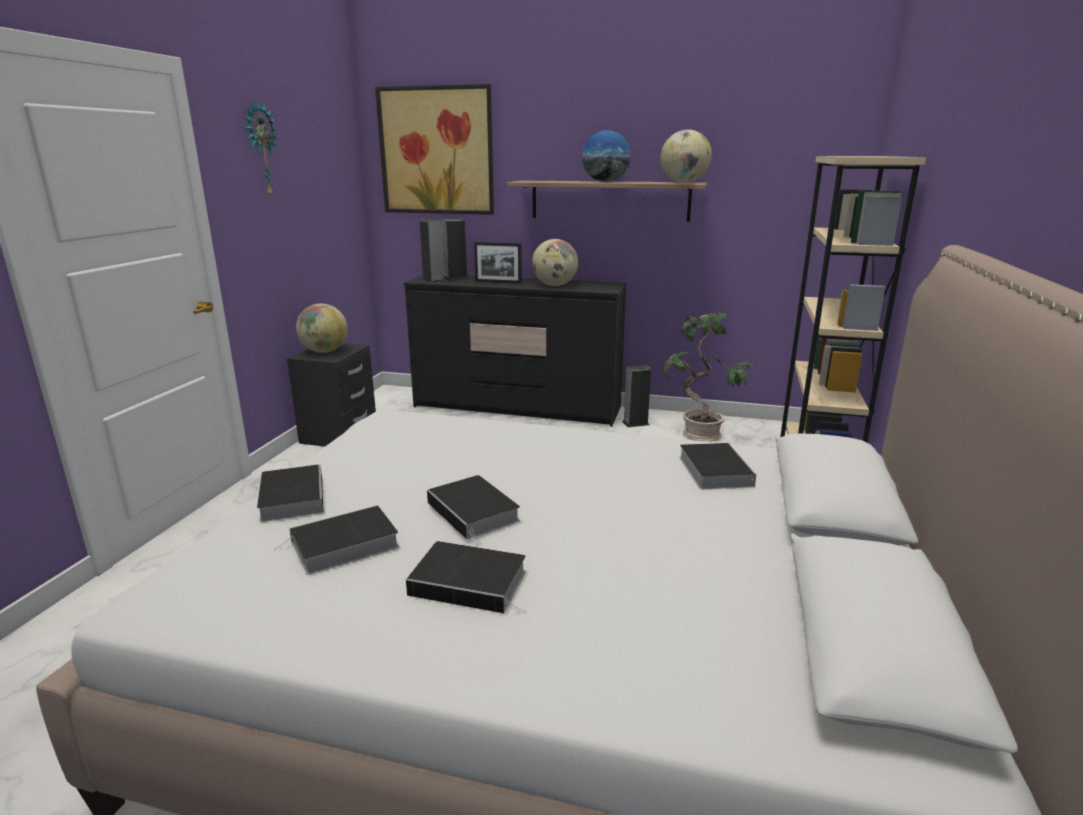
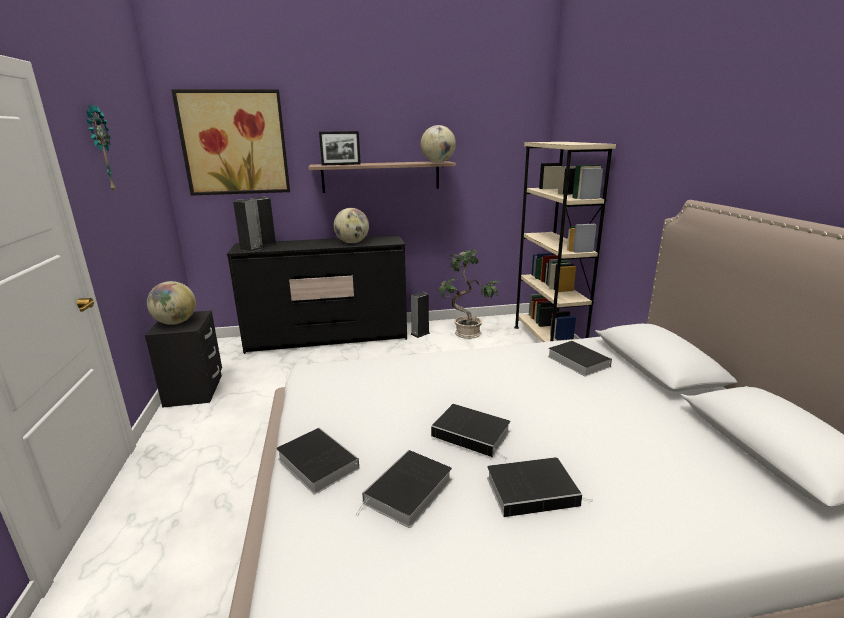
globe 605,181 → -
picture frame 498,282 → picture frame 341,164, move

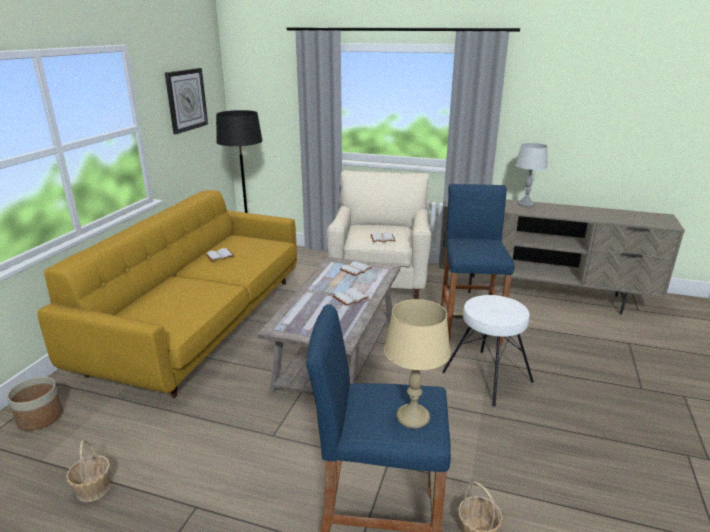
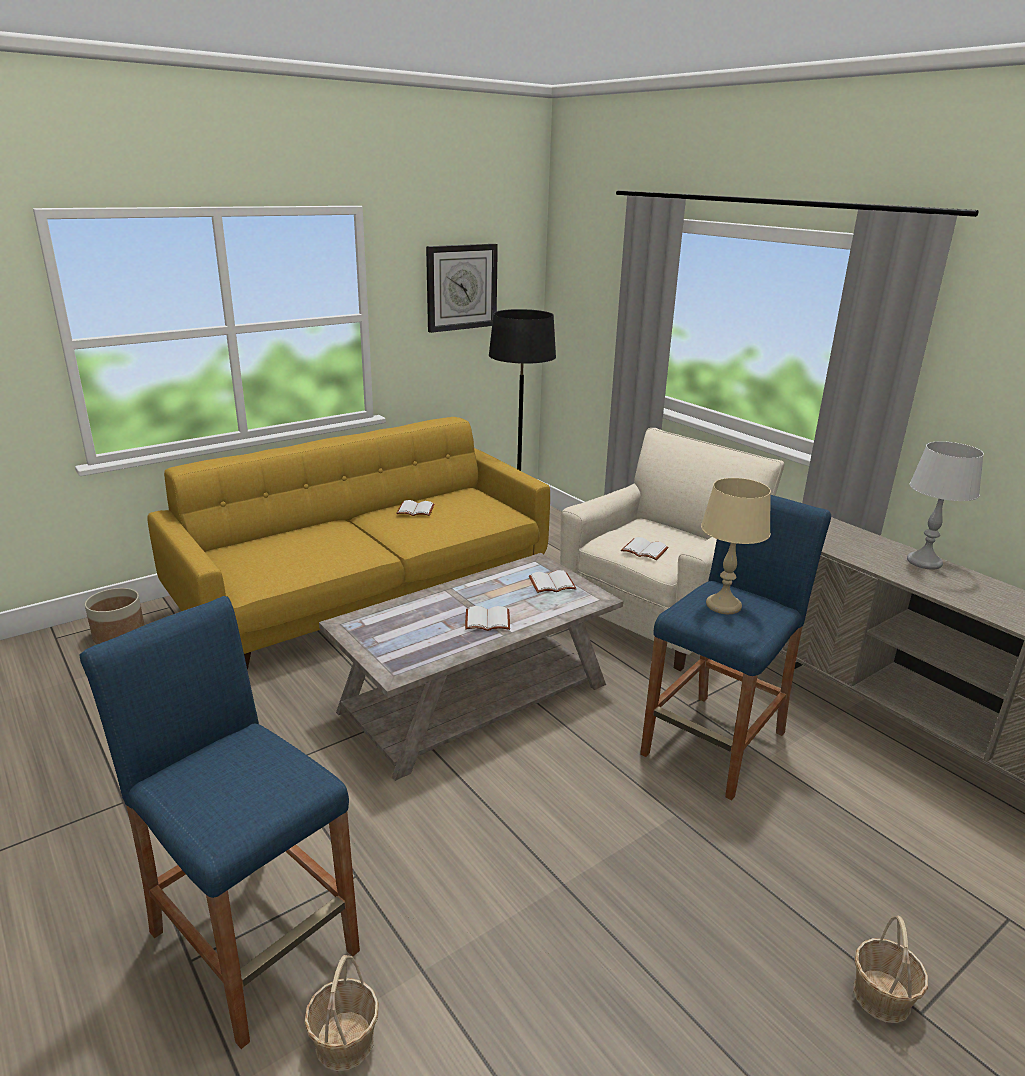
white stool 487,376 → -
beige table lamp 413,417 → beige table lamp 723,606, move
basket 93,489 → basket 881,997, move

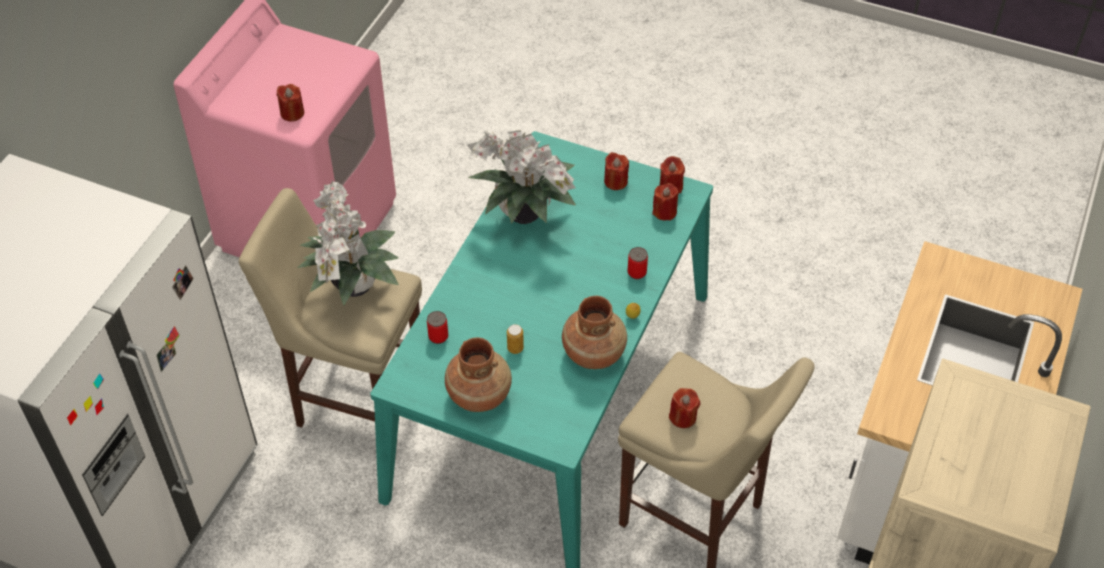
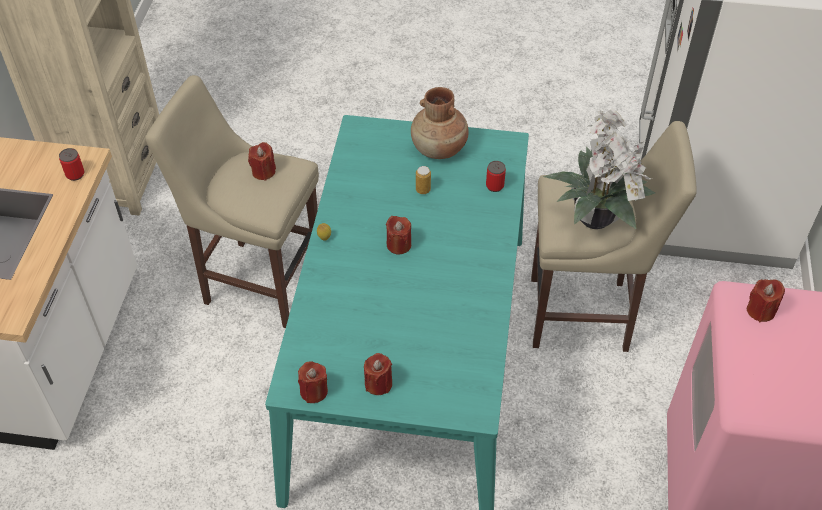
potted plant 526,217 → -
red candle 664,212 → red candle 398,245, move
can 637,272 → can 75,174, move
brown vase 593,353 → -

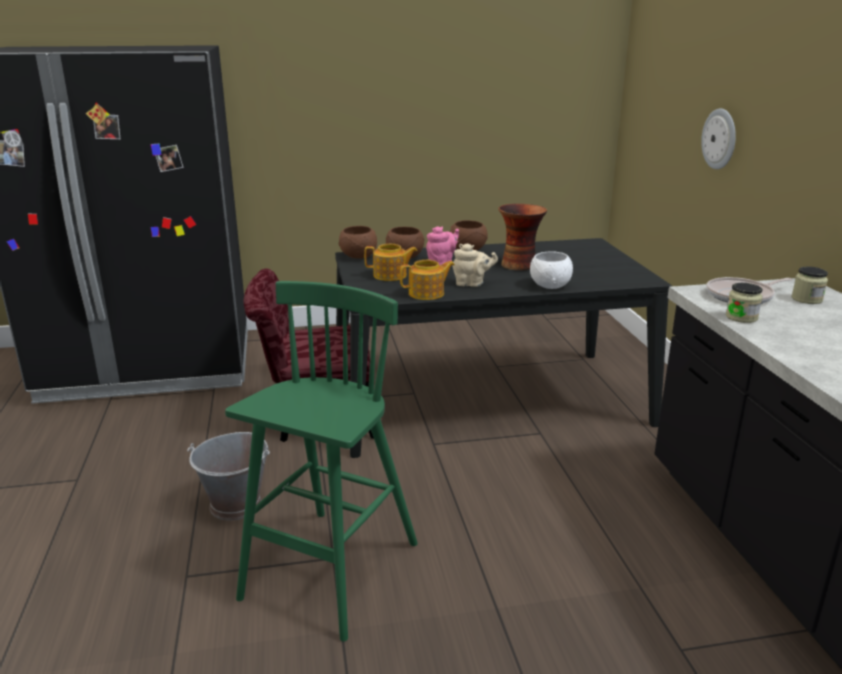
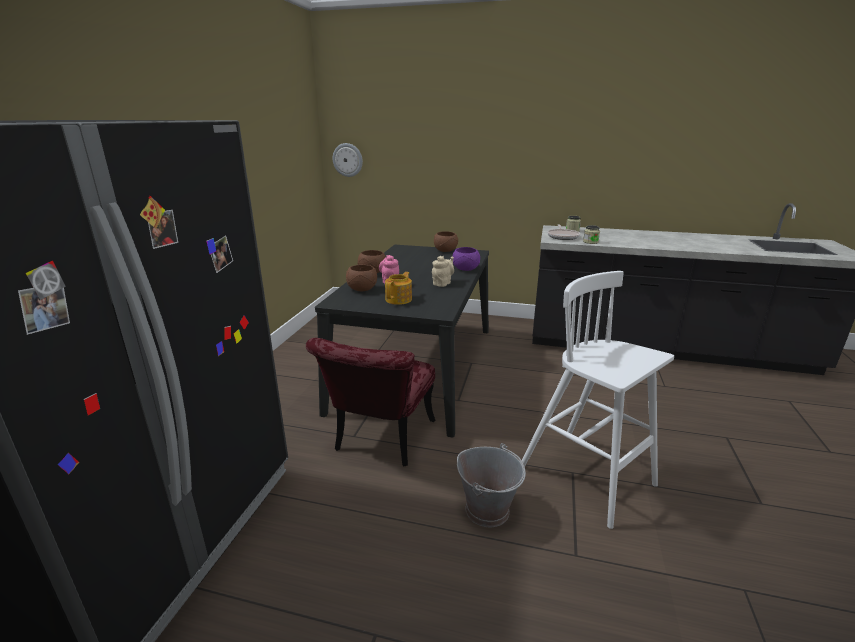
wall clock 720,139 → wall clock 348,160, move
vase 519,265 → -
brown bowl 358,256 → brown bowl 445,251, move
white bowl 550,285 → purple bowl 465,269
teapot 427,294 → -
green stool 329,573 → white stool 588,477

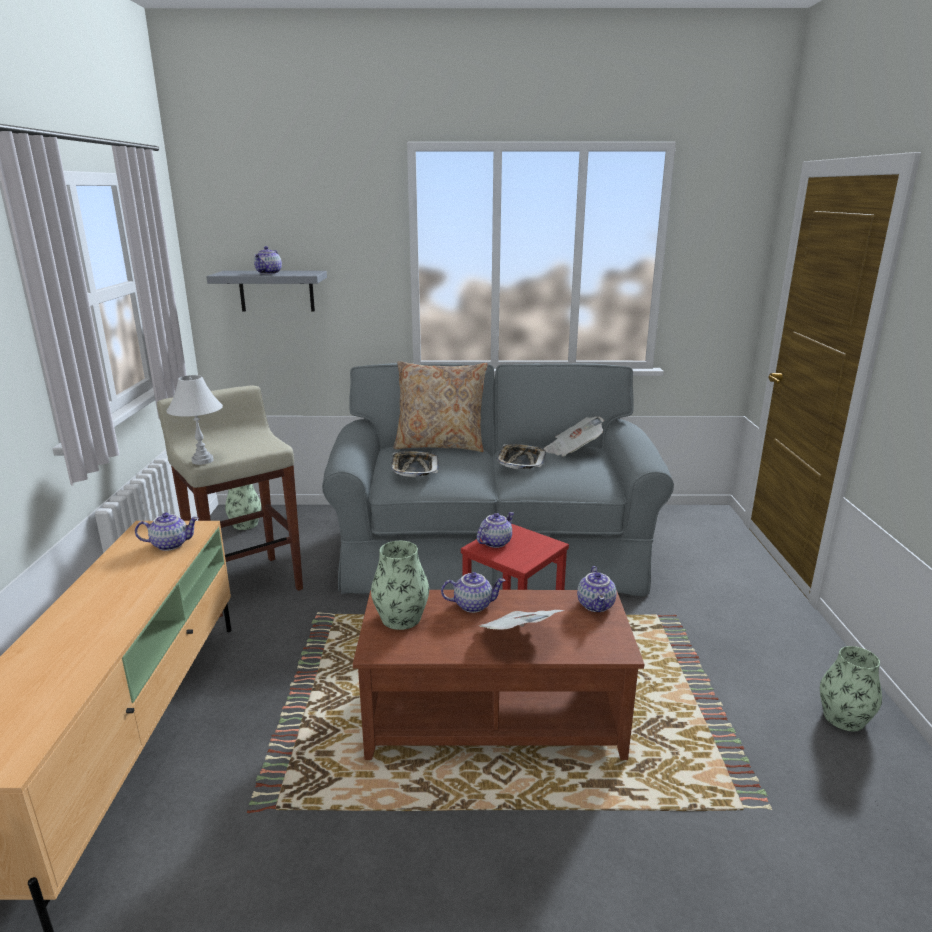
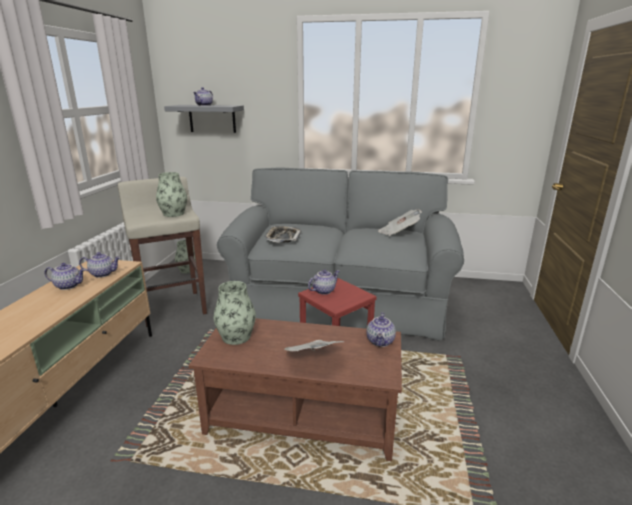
beige pillow 440,445 → -
white table lamp 202,460 → -
tray 520,461 → -
teapot 473,605 → teapot 69,286, move
vase 844,718 → vase 173,214, move

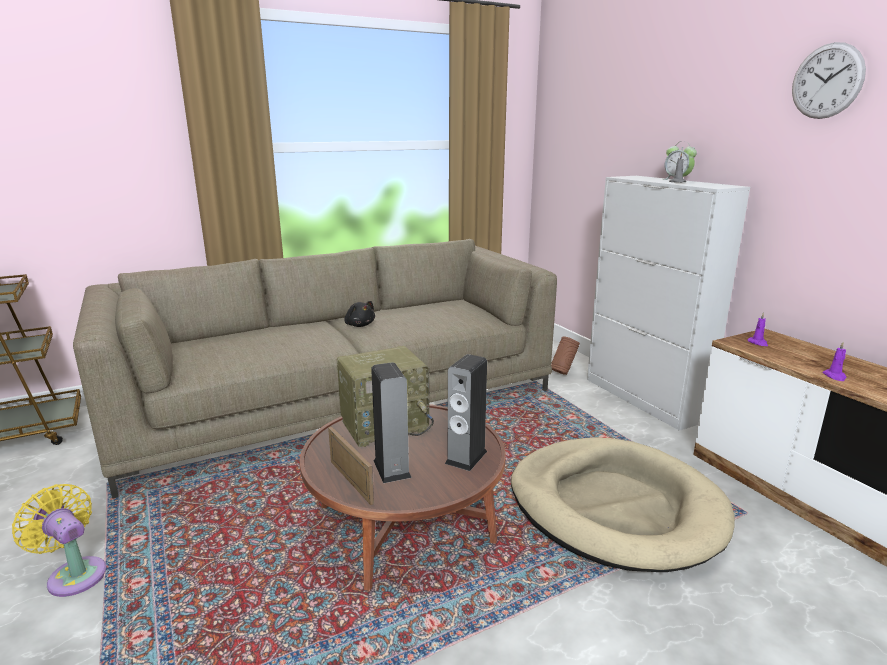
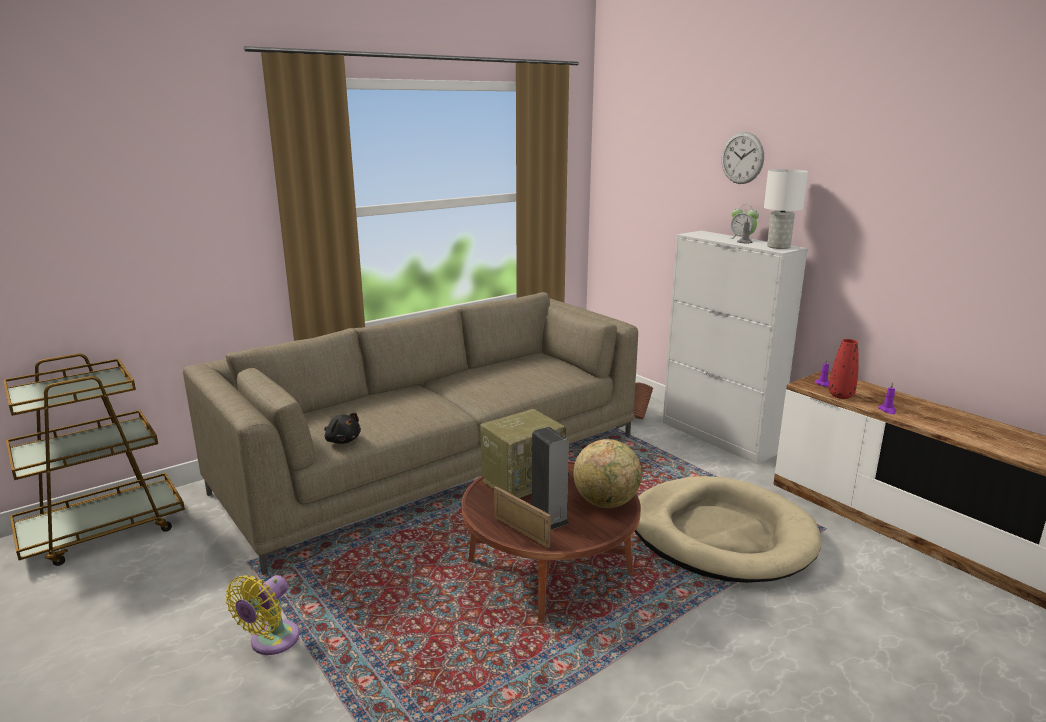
wall clock 827,81 → wall clock 742,158, move
black plush toy 359,325 → black plush toy 342,440, move
speaker 466,457 → globe 606,502
yellow fan 74,574 → yellow fan 271,642, 90 degrees counterclockwise
- → white table lamp 778,246
- → red vase 841,395

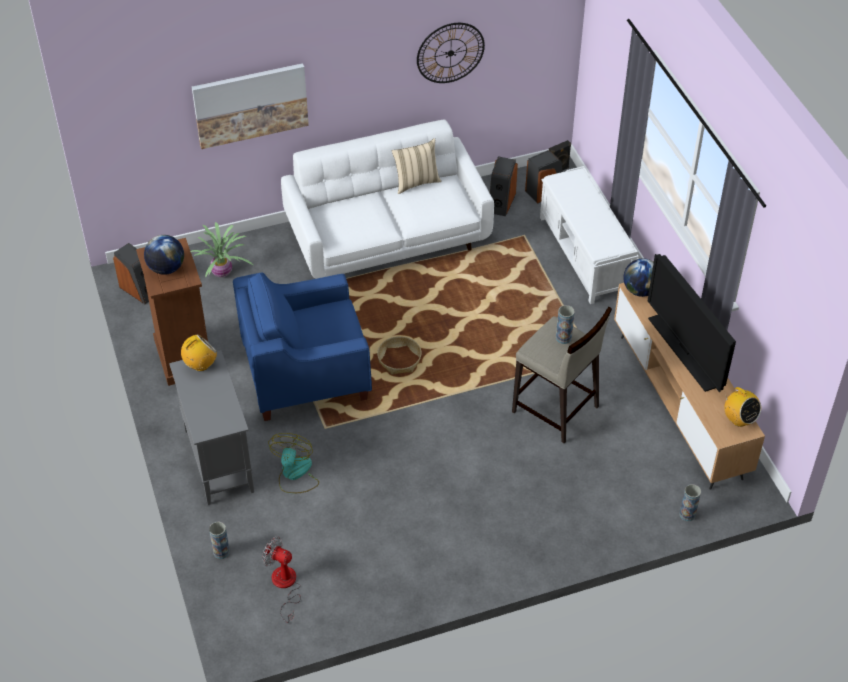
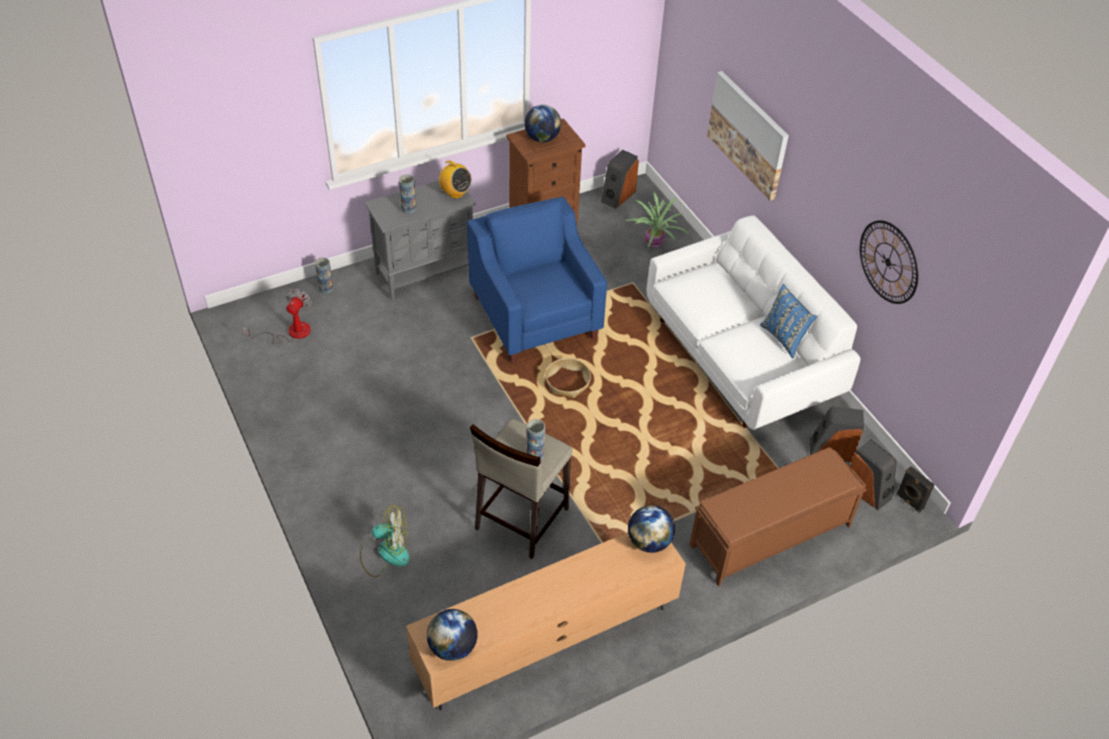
beige pillow 416,182 → blue pillow 784,338
white bench 585,255 → brown bench 769,536
television 684,352 → -
radio 739,419 → globe 453,647
fan 295,474 → fan 385,553, move
vase 687,514 → vase 409,208, move

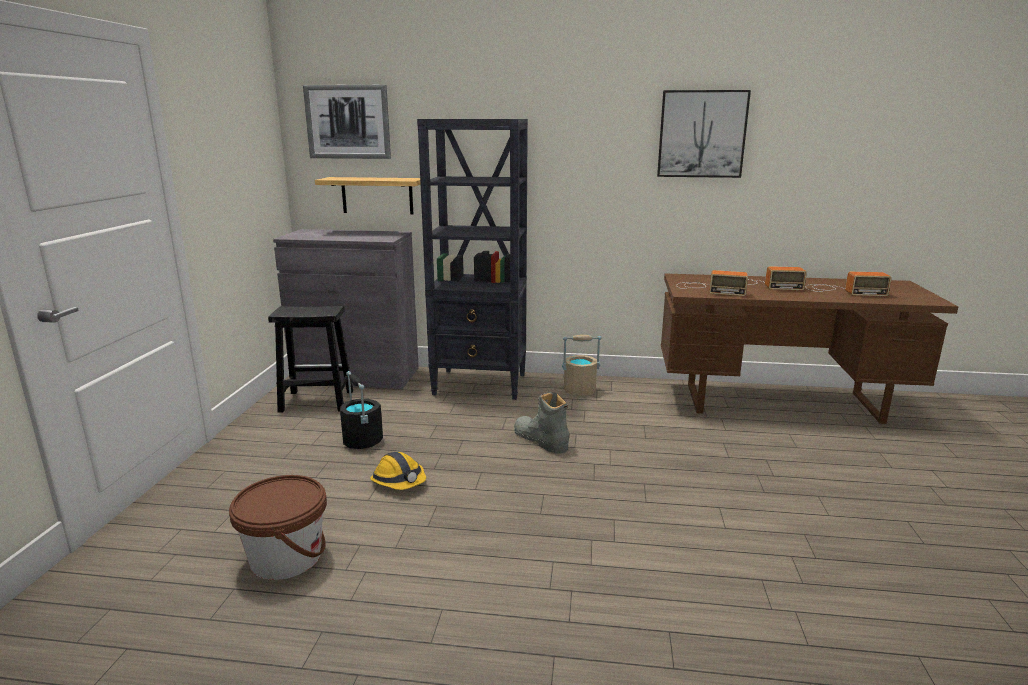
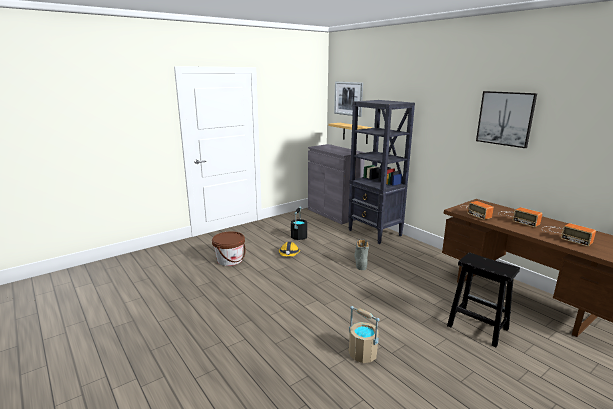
black stool 315,401 → black stool 476,327, move
beige bucket 579,390 → beige bucket 362,354, move

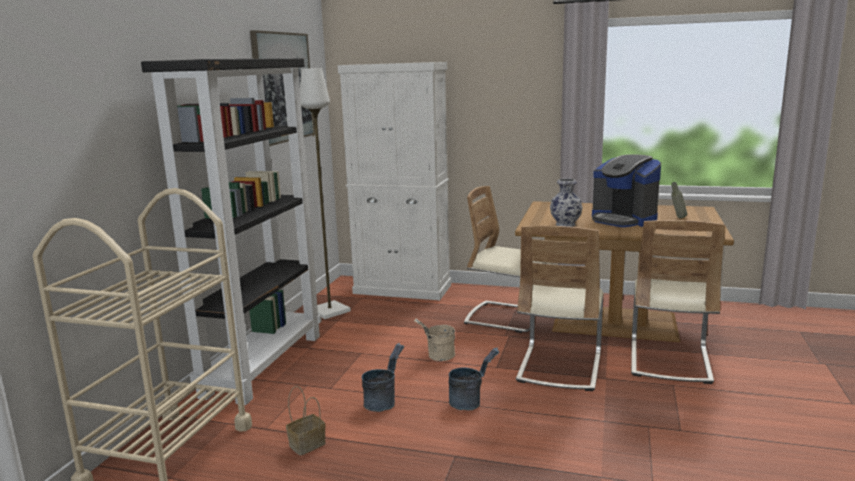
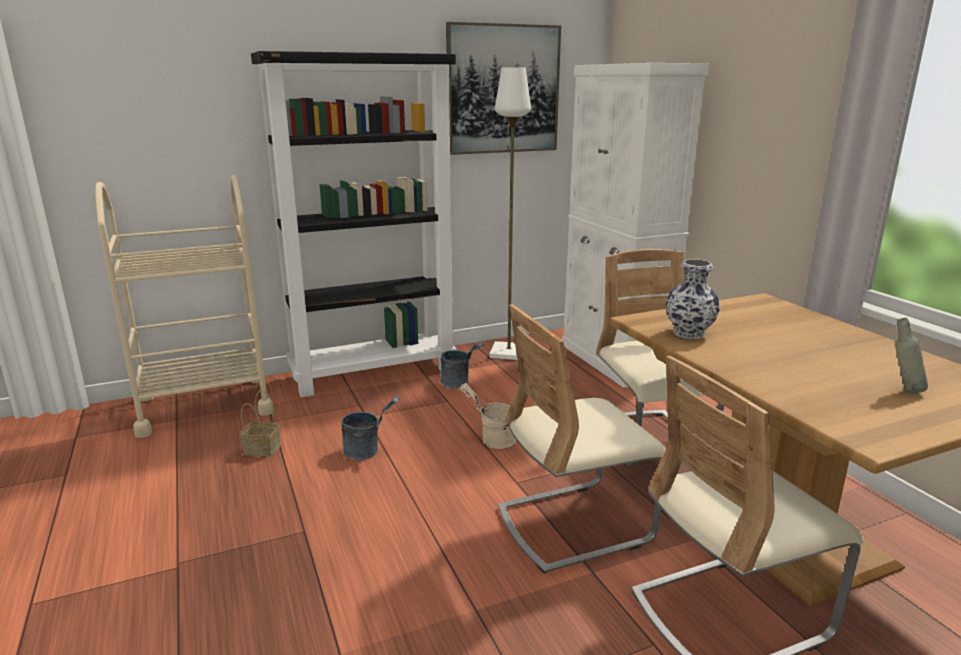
coffee machine 623,220 → -
grey bucket 470,402 → grey bucket 459,383, move

